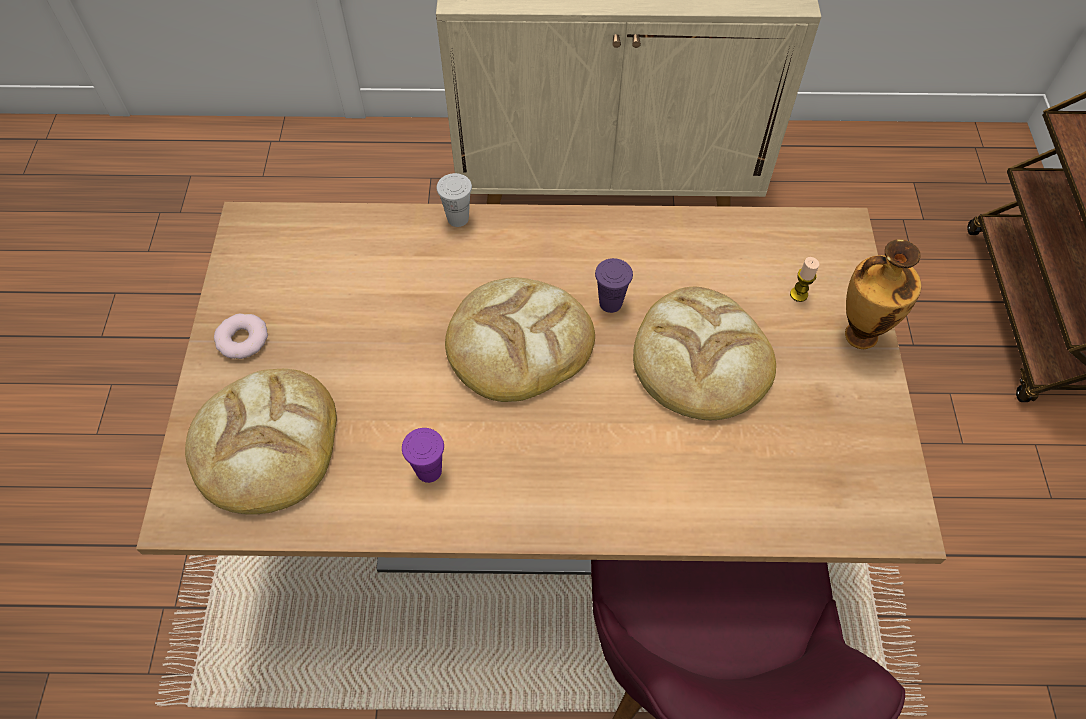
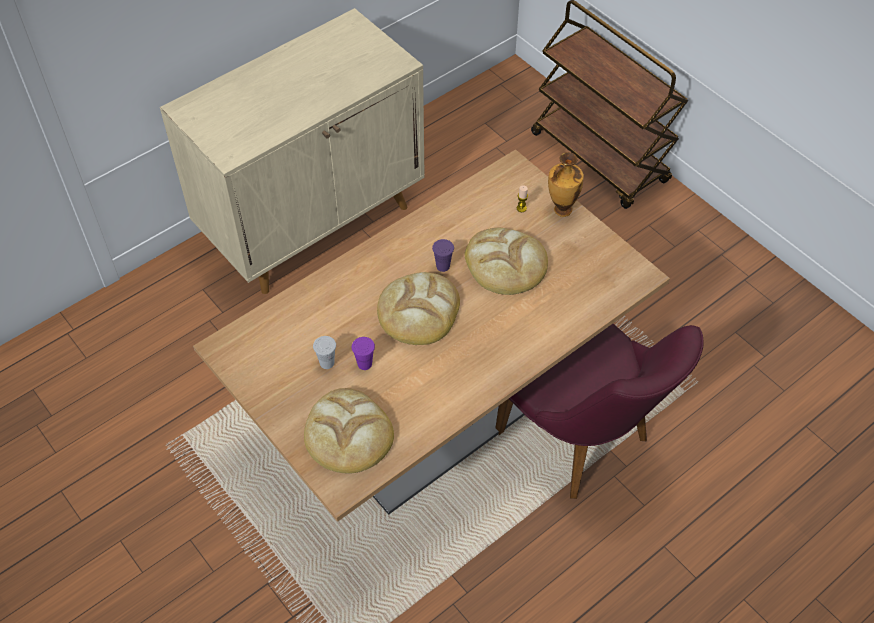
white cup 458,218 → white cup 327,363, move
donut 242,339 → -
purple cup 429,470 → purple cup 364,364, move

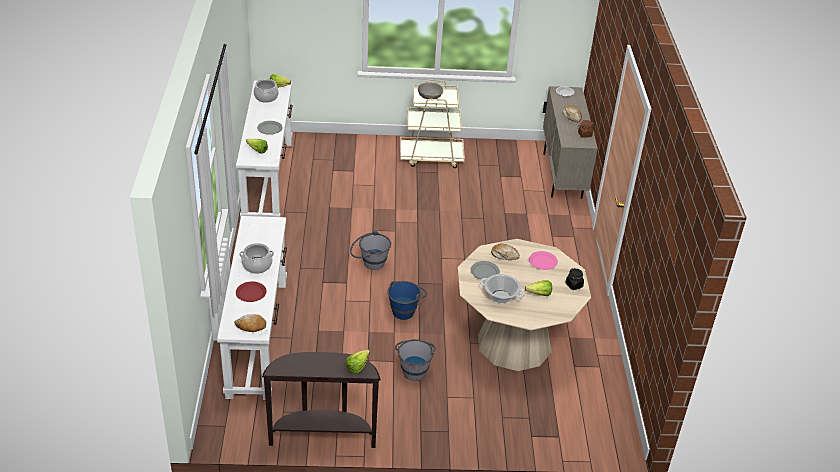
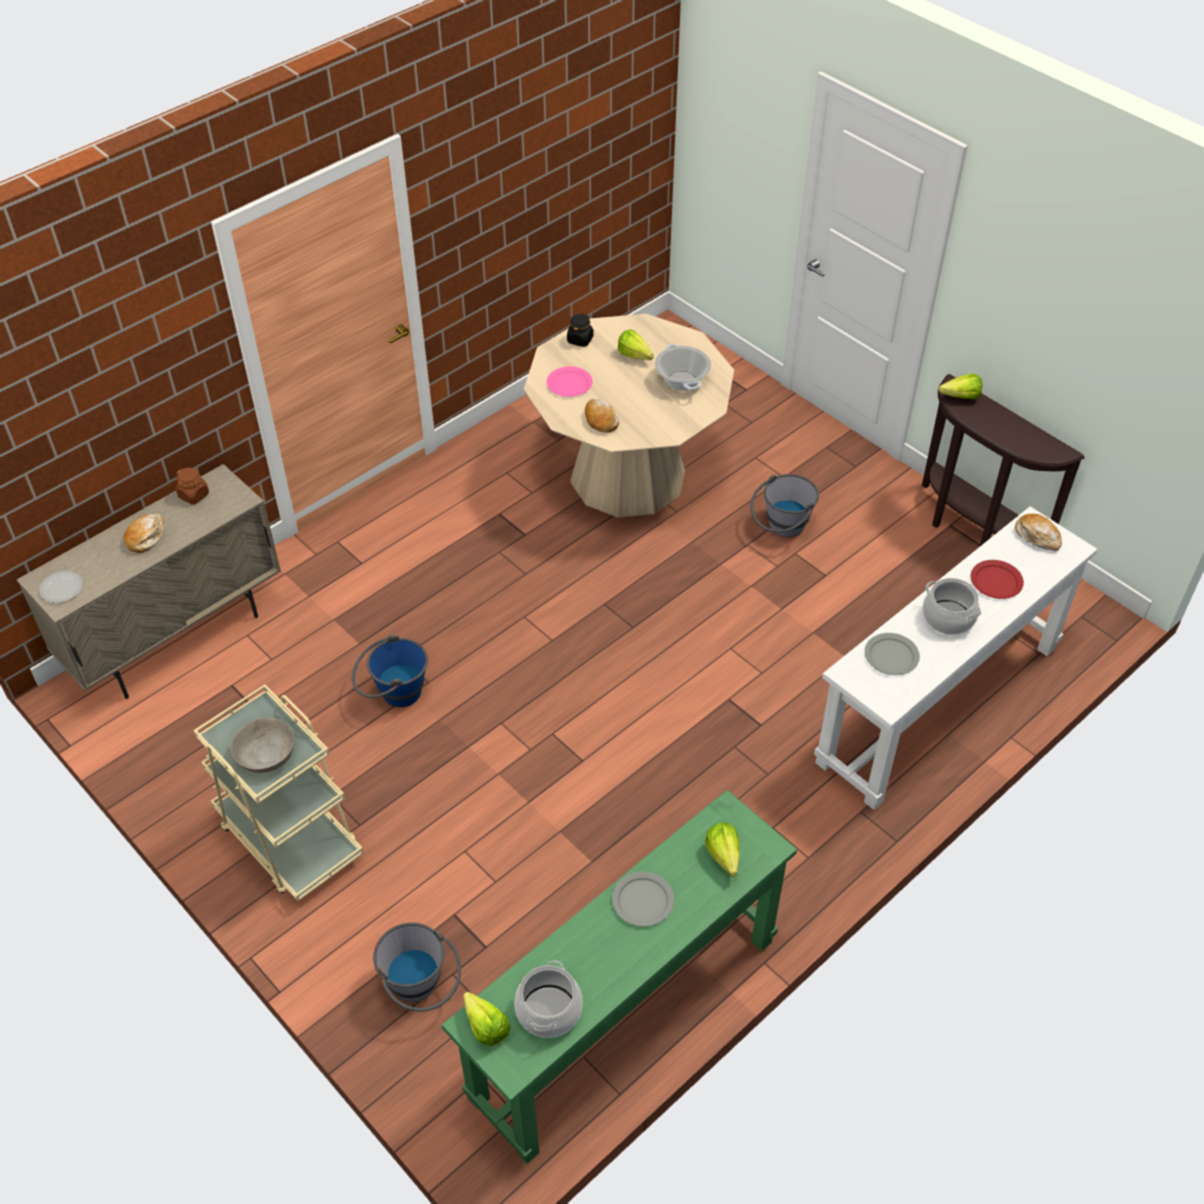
white console table 268,180 → green console table 624,1016
grey bucket 369,263 → grey bucket 421,988, move
grey plate 485,272 → grey plate 891,655, move
blue bucket 405,309 → blue bucket 393,693, move

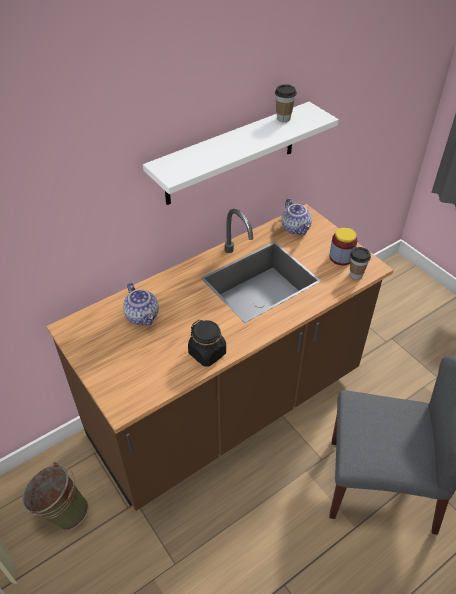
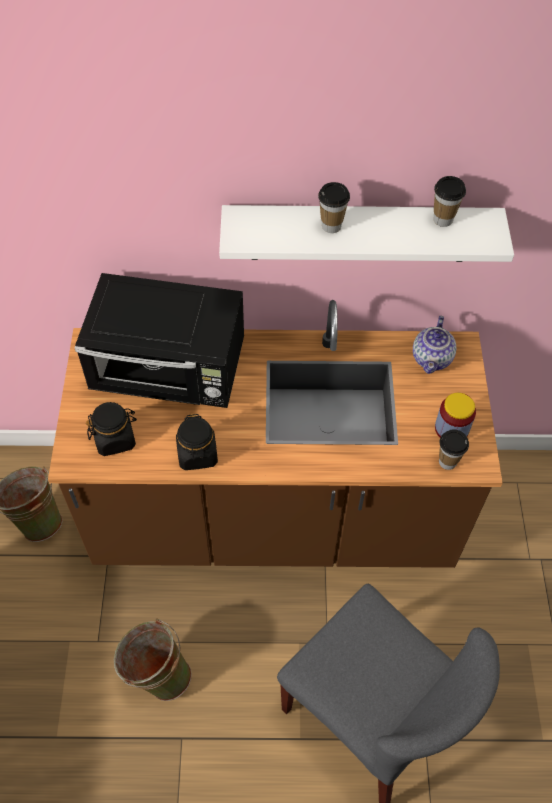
teapot 143,316 → black microwave 170,372
- → cup 331,226
- → black jar 115,439
- → green bucket 157,674

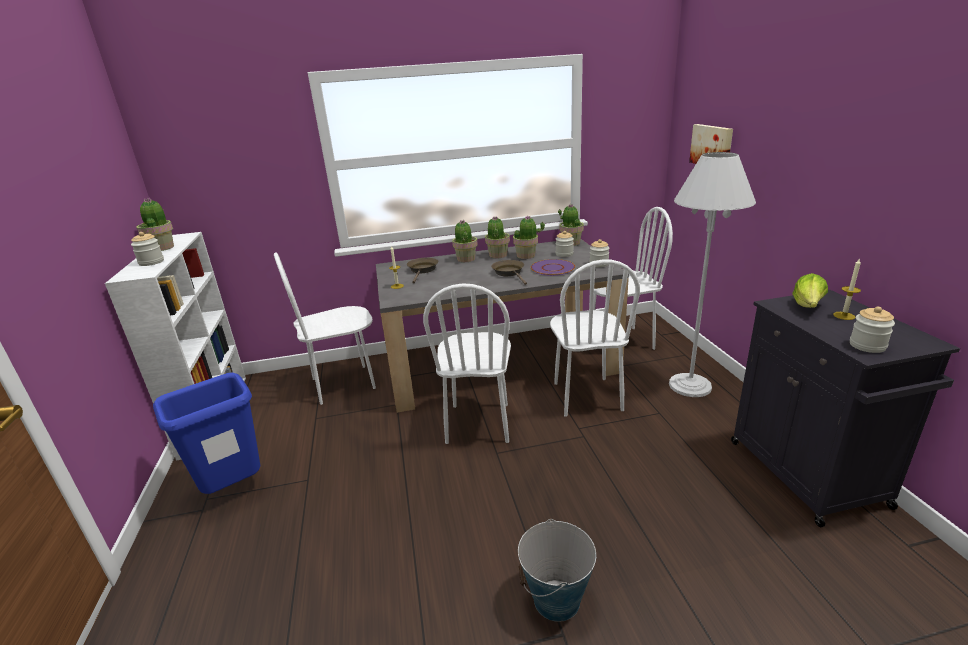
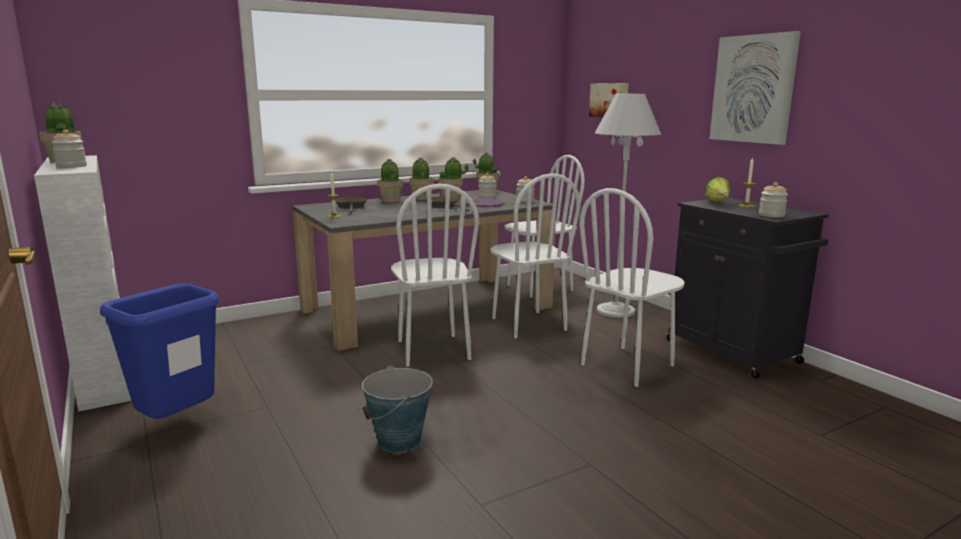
white chair 343,384 → white chair 628,365, move
bucket 556,600 → bucket 399,441, move
- → picture 753,89

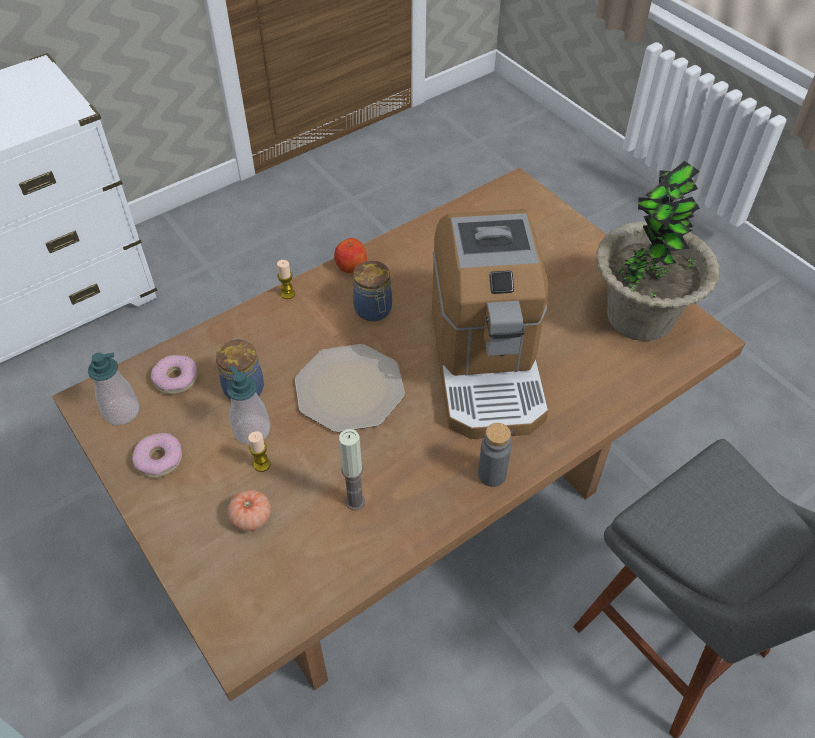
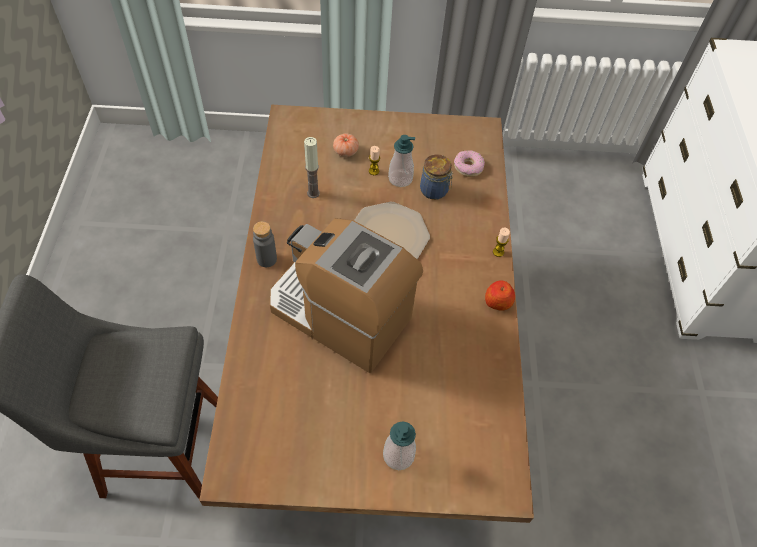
potted plant 640,316 → -
jar 374,311 → -
soap dispenser 121,411 → soap dispenser 398,455, move
donut 159,459 → -

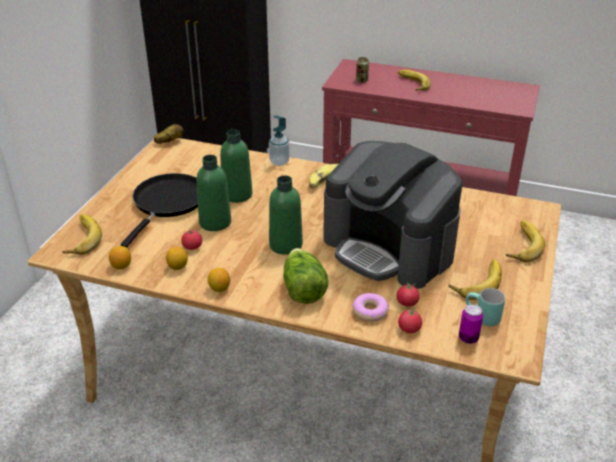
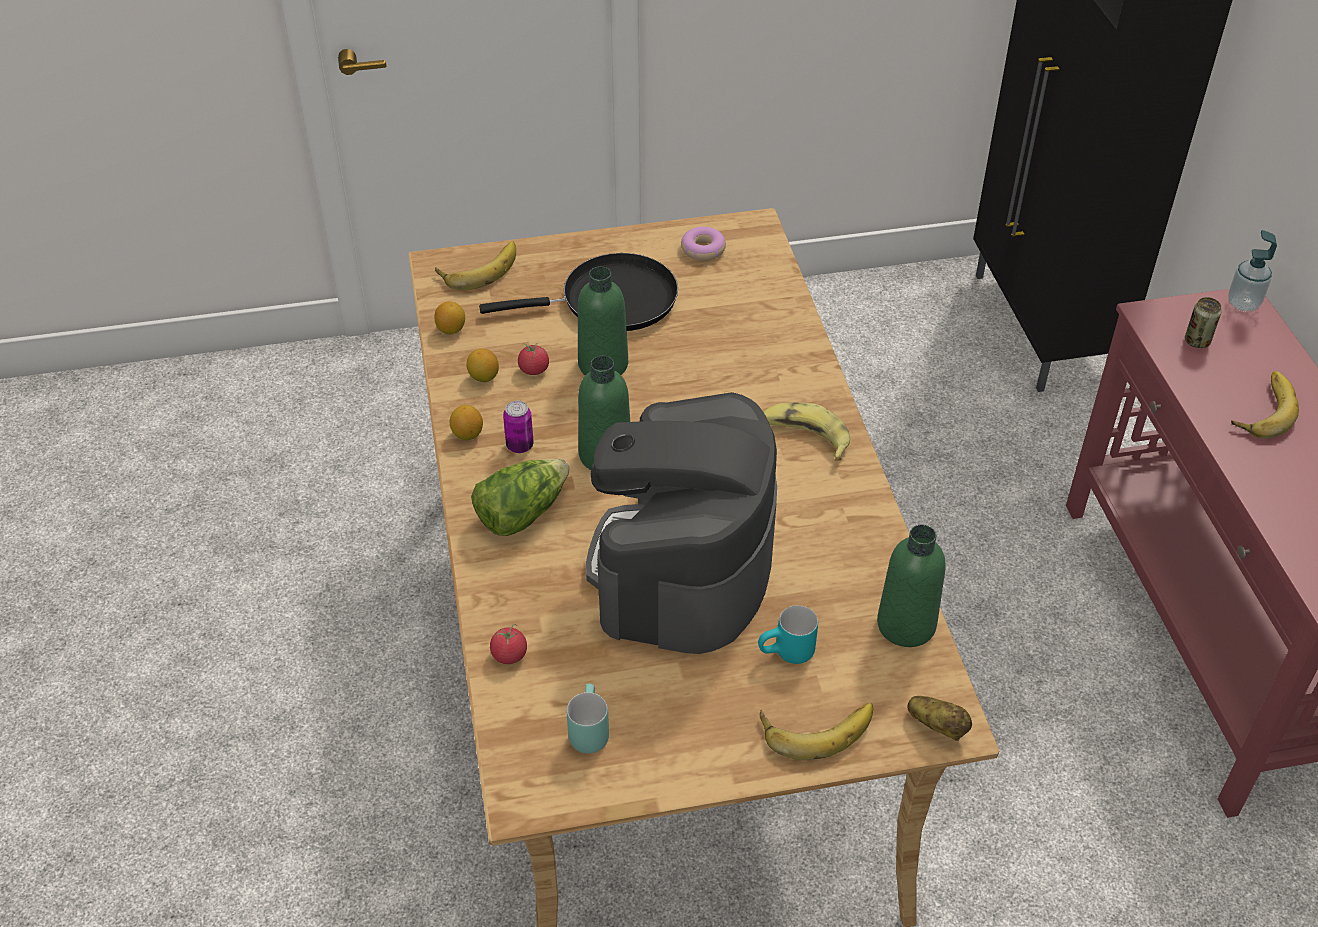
soap dispenser 279,162 → soap dispenser 1243,303, move
potato 169,141 → potato 937,726, move
green bottle 237,195 → green bottle 906,625, move
banana 476,282 → -
tomato 407,303 → -
donut 370,311 → donut 703,249, move
can 468,338 → can 520,446, move
- → turquoise mug 787,655

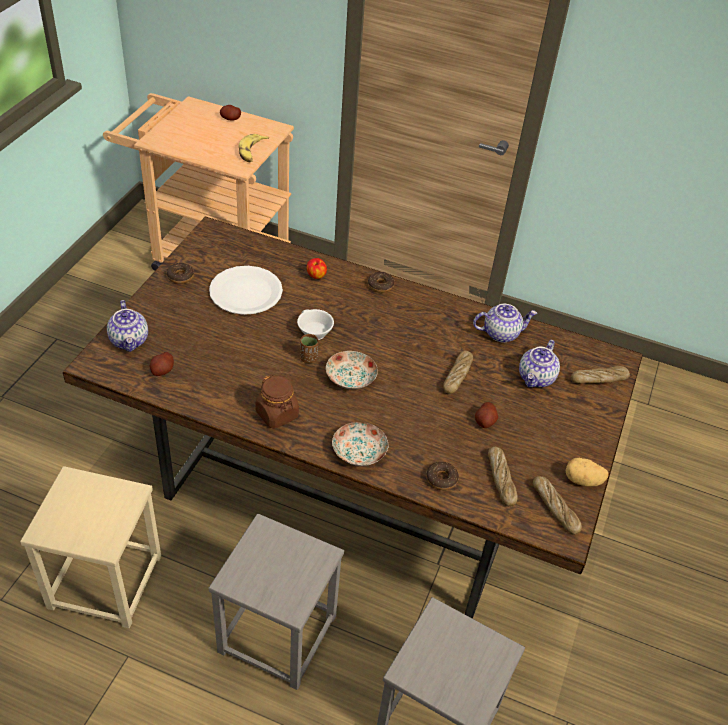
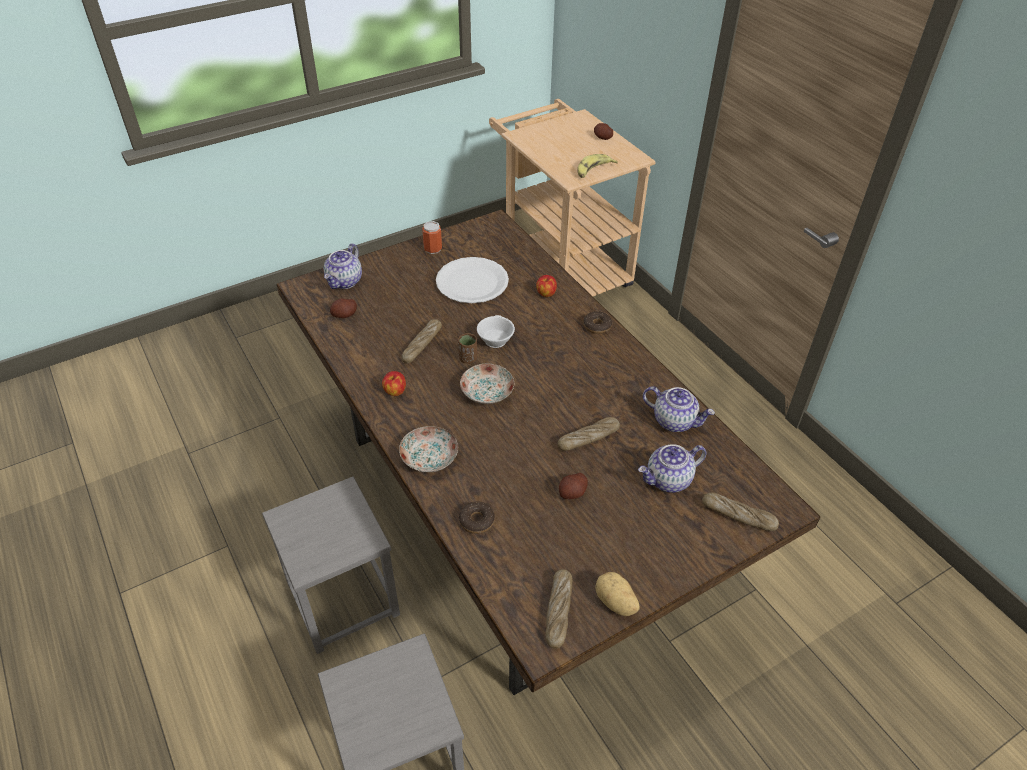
donut 180,276 → can 433,249
brown jar 277,414 → apple 395,391
bread 501,479 → bread 422,345, move
beige stool 104,582 → -

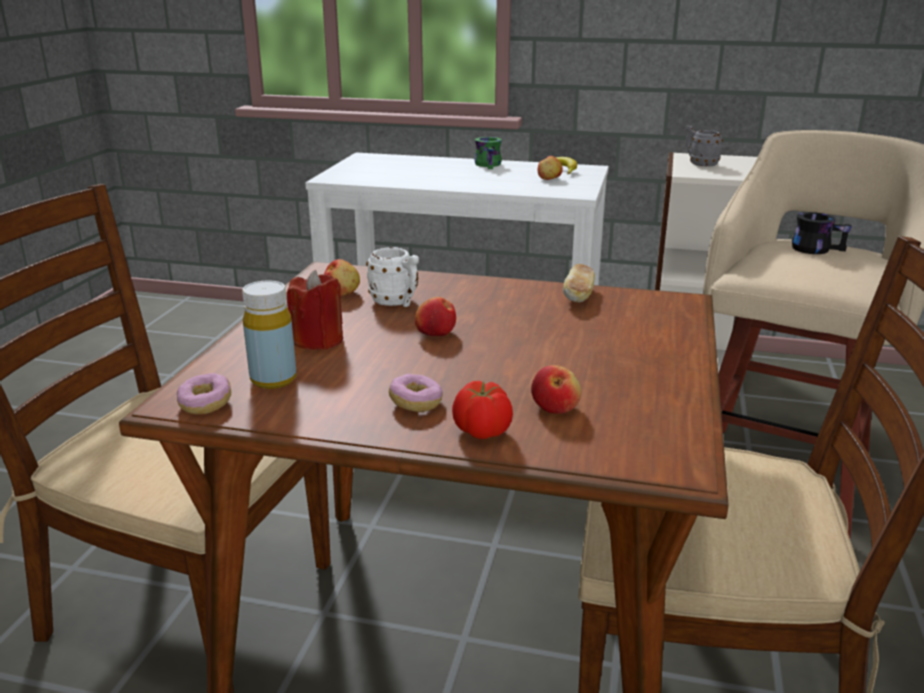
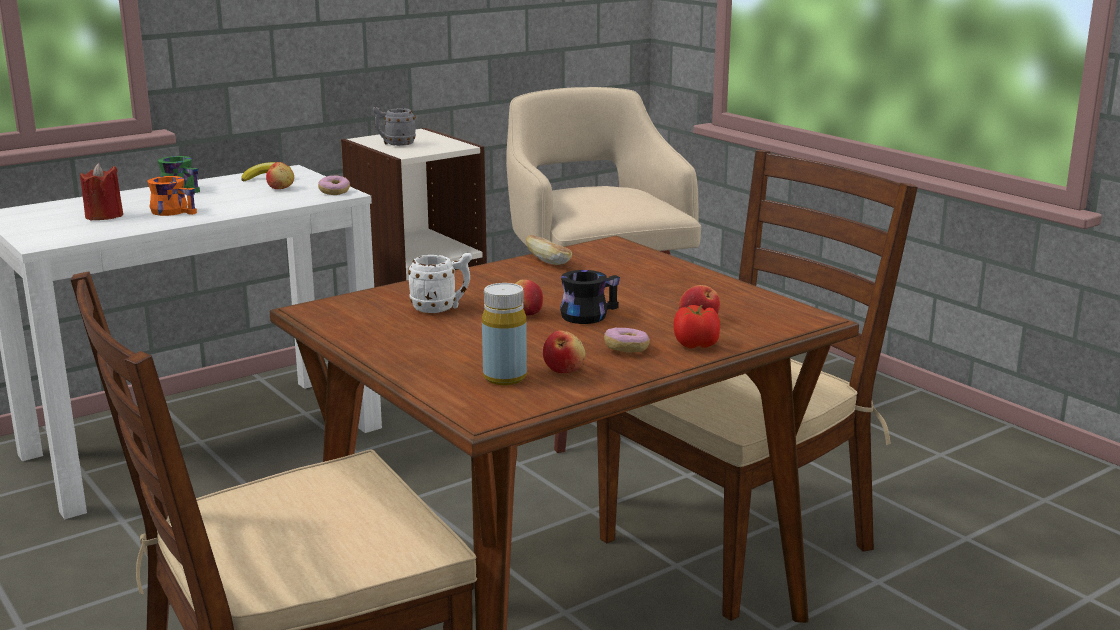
black mug 816,248 → black mug 587,314, move
apple 342,293 → apple 564,369, move
red candle 318,340 → red candle 104,216, move
donut 205,404 → donut 334,192, move
- → orange mug 175,211

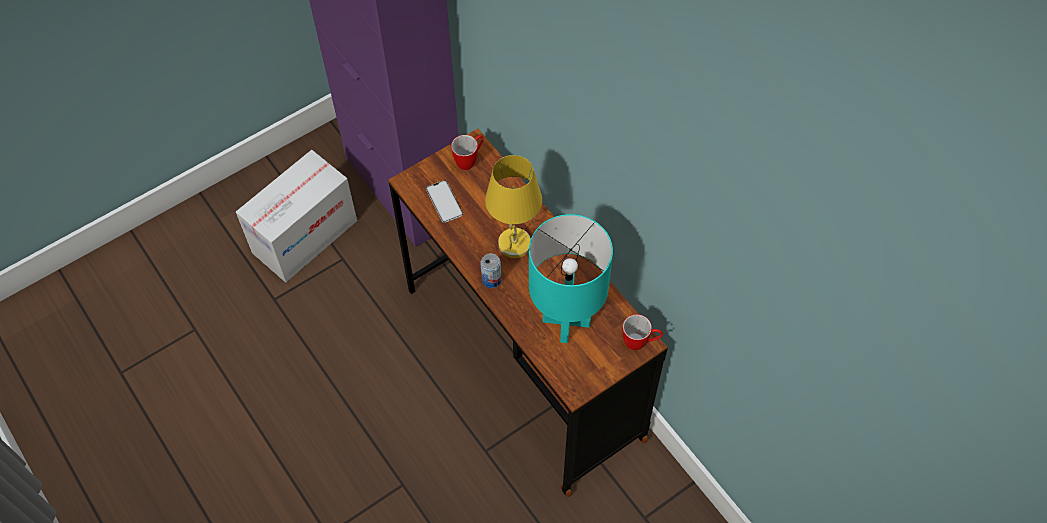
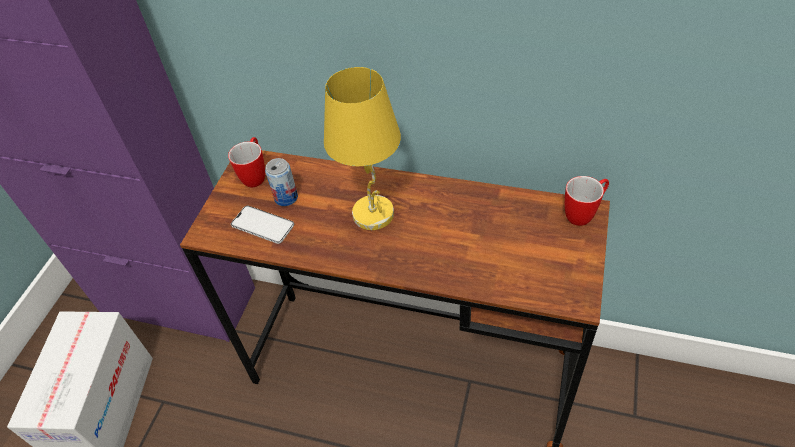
turquoise table lamp 567,322 → -
can 491,280 → can 286,198, move

